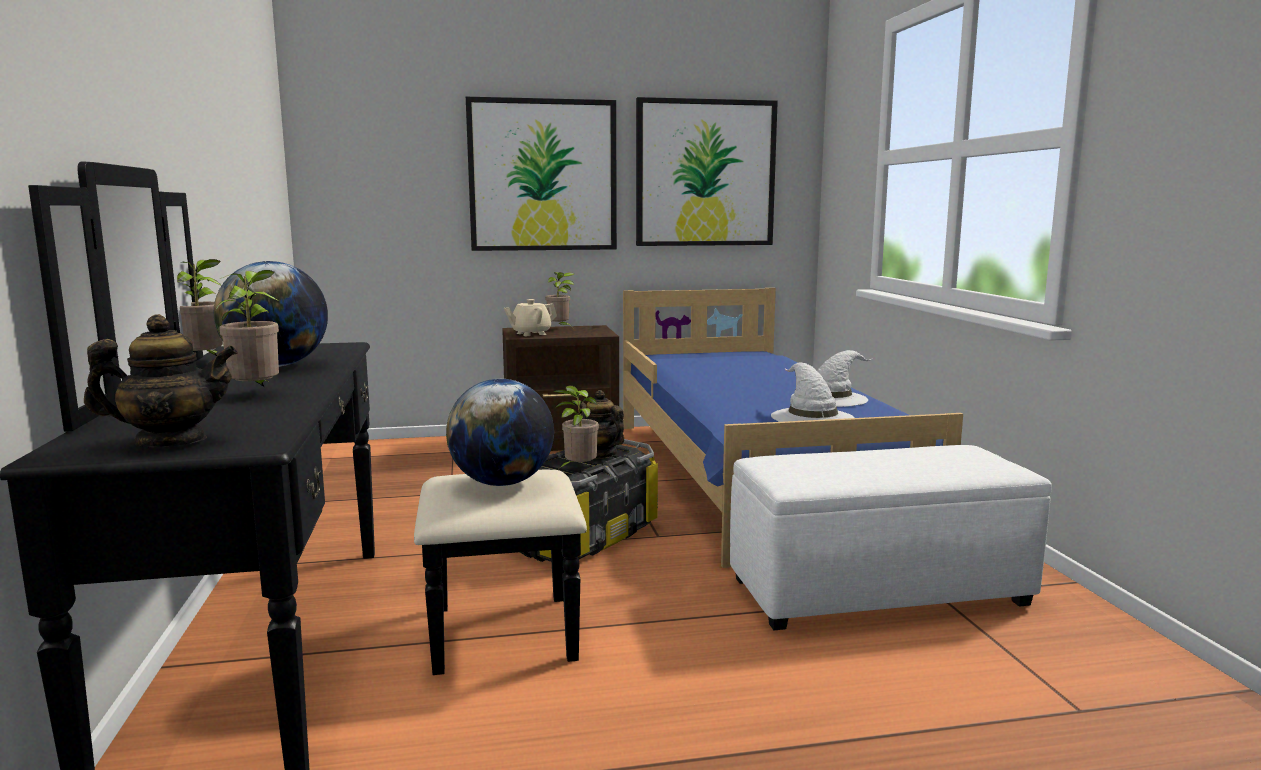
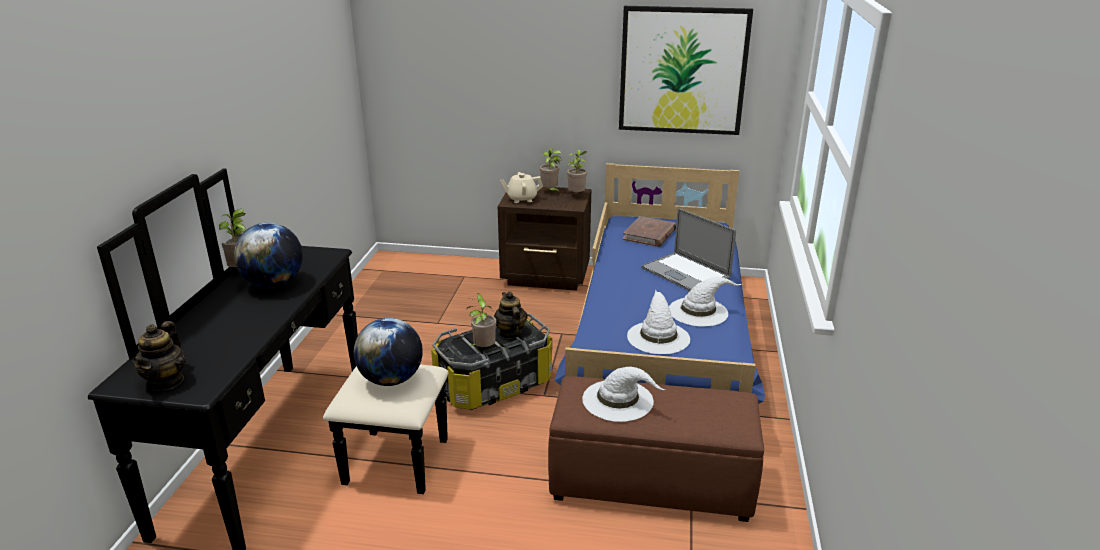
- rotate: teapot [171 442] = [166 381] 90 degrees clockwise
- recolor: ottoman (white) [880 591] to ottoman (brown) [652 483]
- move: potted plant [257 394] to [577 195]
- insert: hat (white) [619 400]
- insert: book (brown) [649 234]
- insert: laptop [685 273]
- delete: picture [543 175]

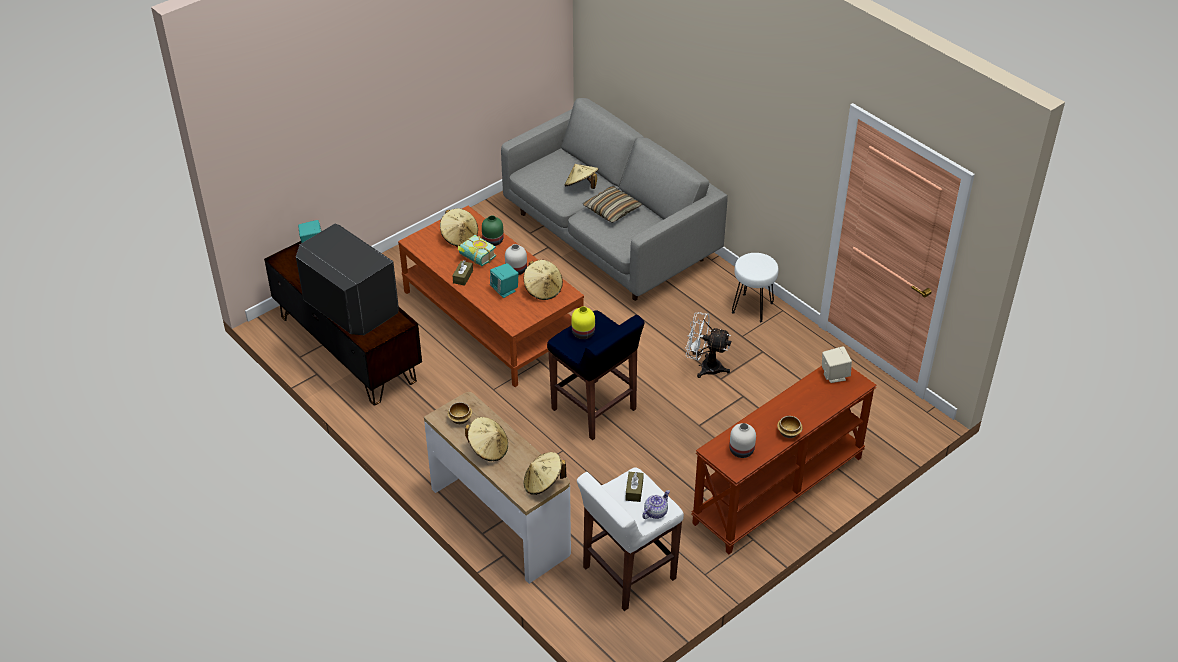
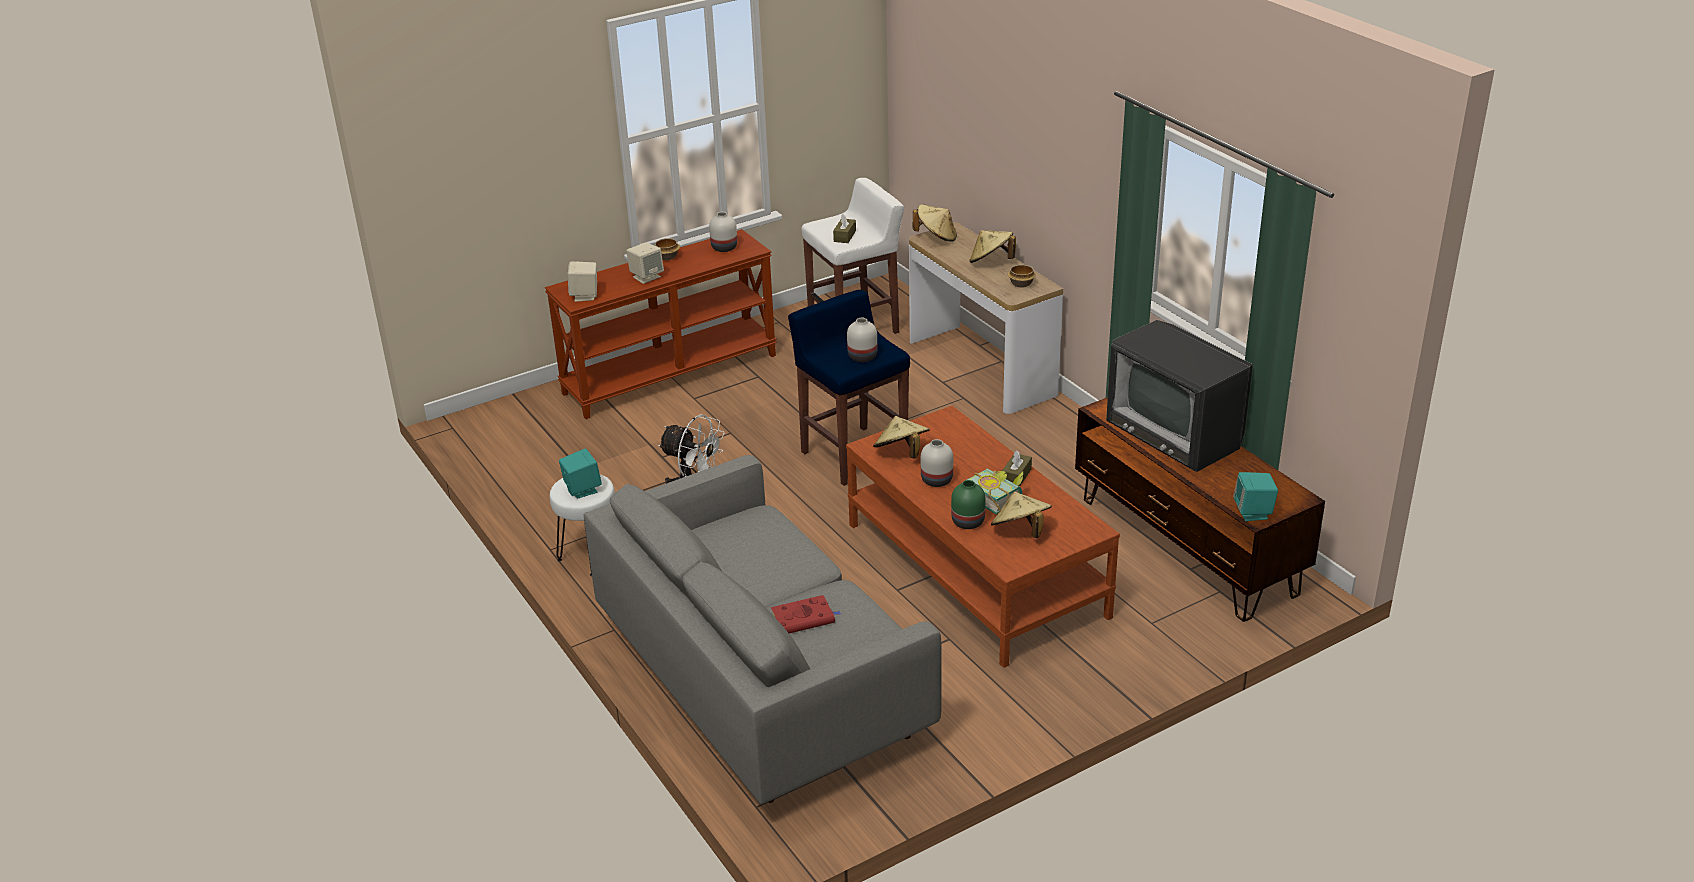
- move: speaker (turquoise) [505 290] to [582 489]
- insert: speaker (beige) [646 277]
- replace: hat (beige) [581 186] to book (red) [804 618]
- recolor: vase (yellow) [583 333] to vase (white) [863 356]
- delete: pillow [612 210]
- delete: teapot [655 512]

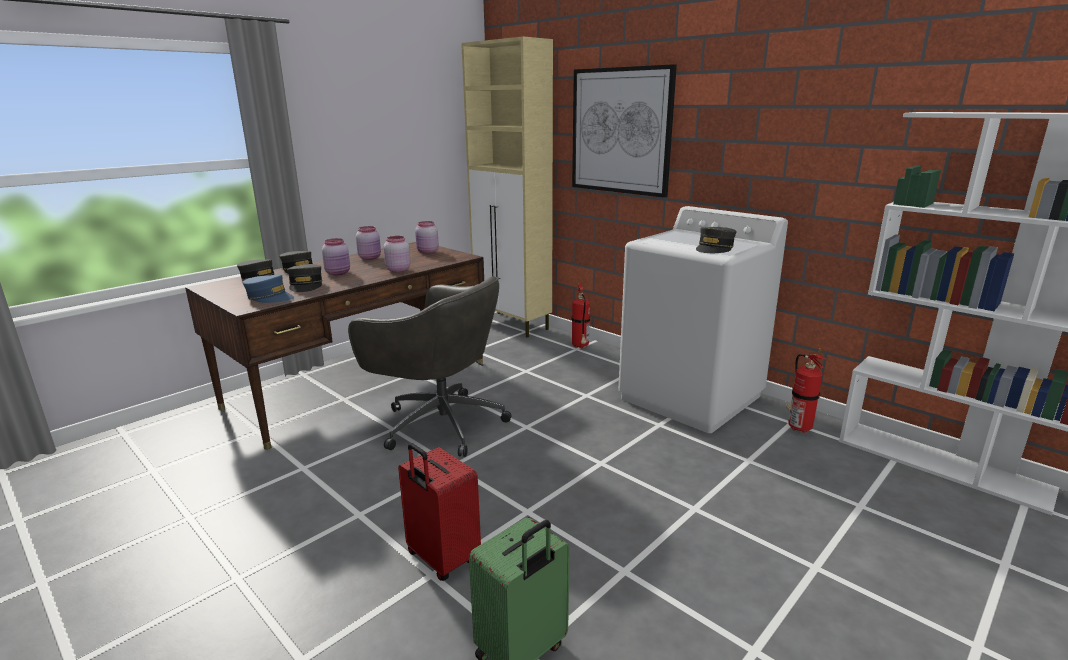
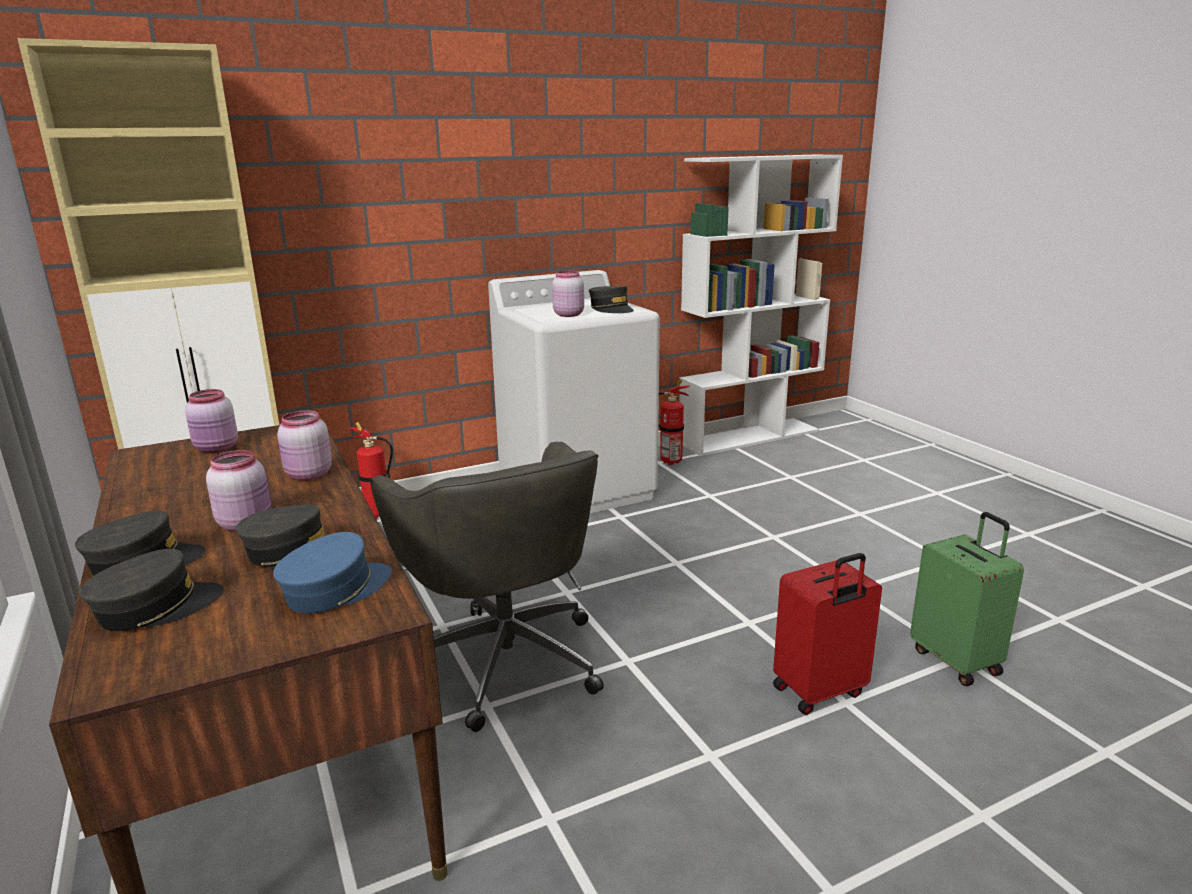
- rotate: office chair (grey) [440 423] = [505 658] 105 degrees clockwise
- move: jar (pink) [370 258] to [568 314]
- delete: picture [620 131]

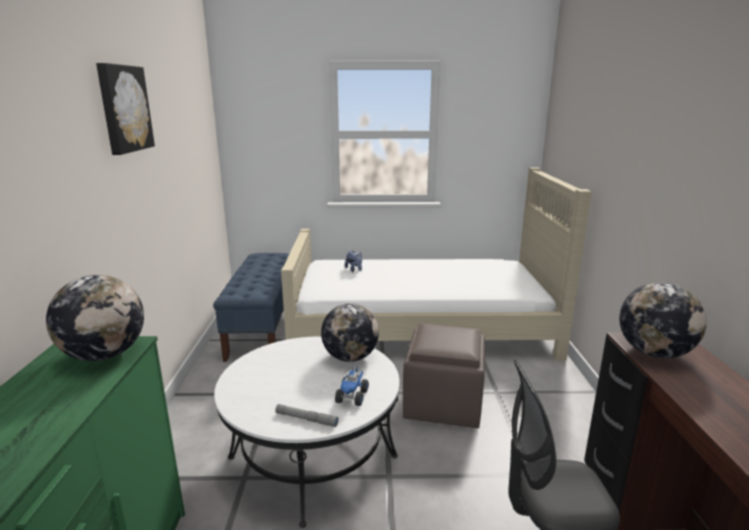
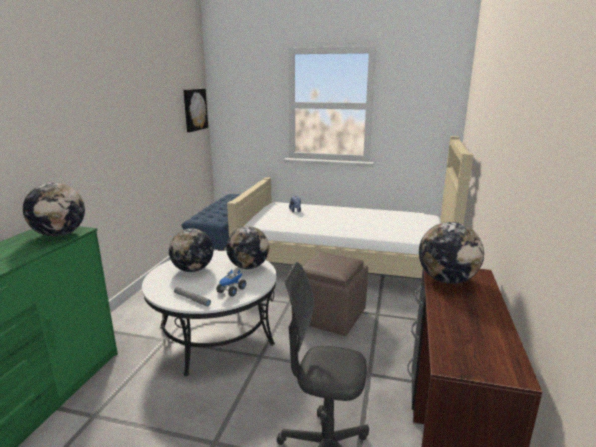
- insert: globe [193 270]
- move: picture [124 108] to [194 109]

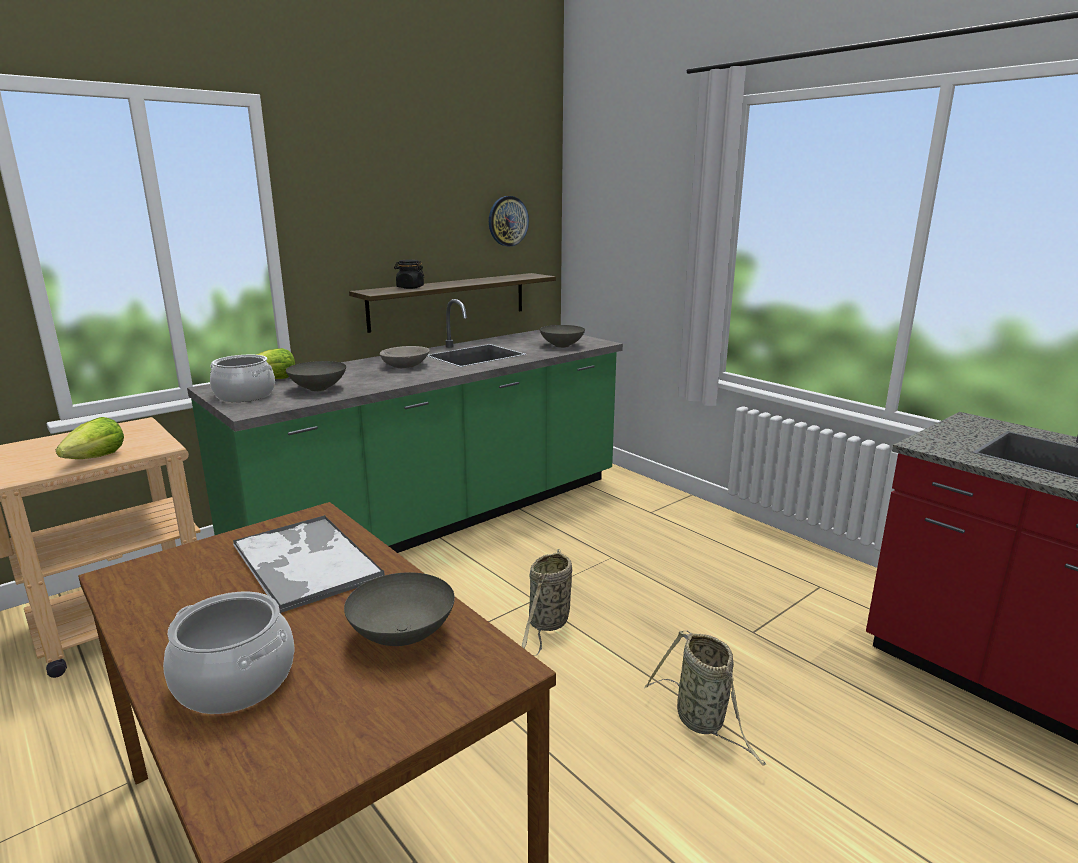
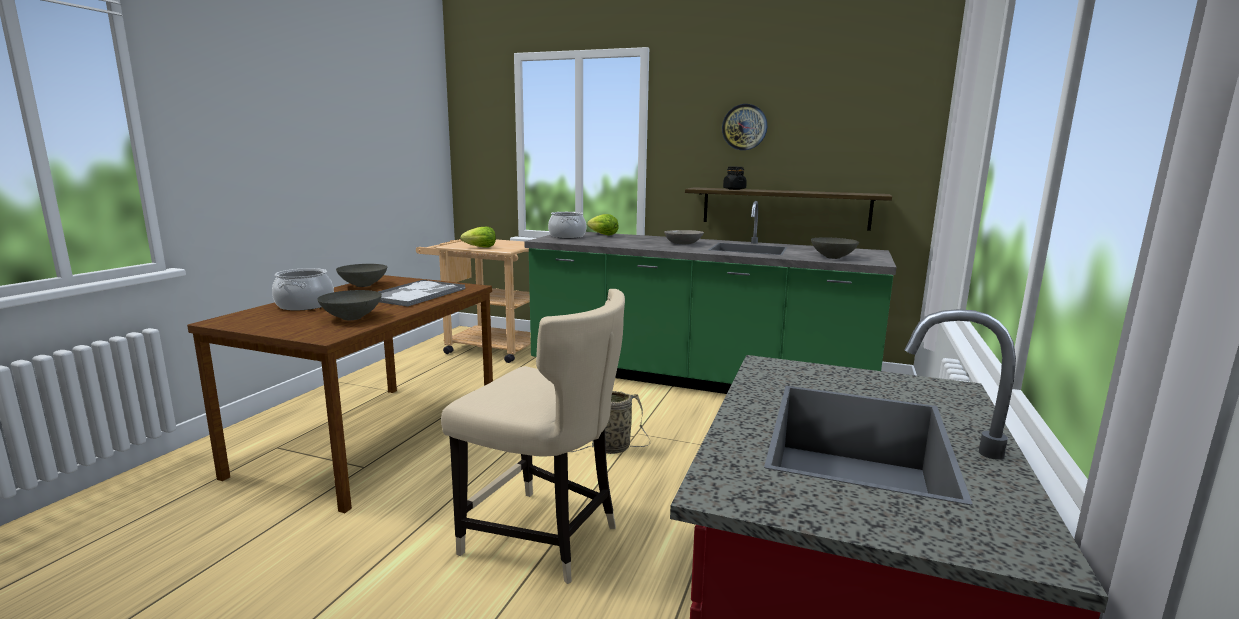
- move: bowl (grey) [318 388] to [364 285]
- replace: basket [703 722] to chair (beige) [544 538]
- move: wall clock [508 221] to [744 127]

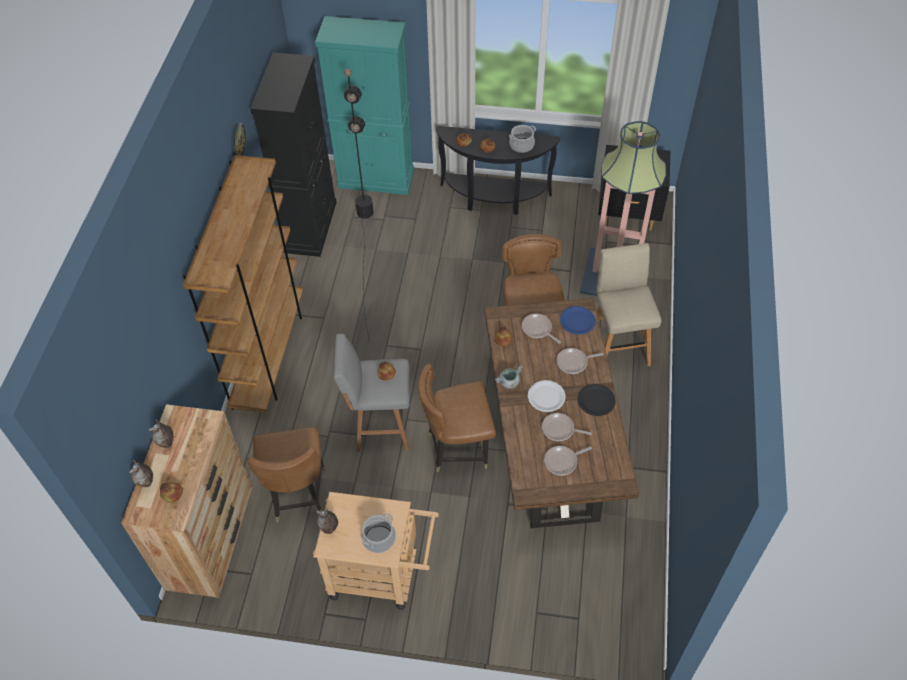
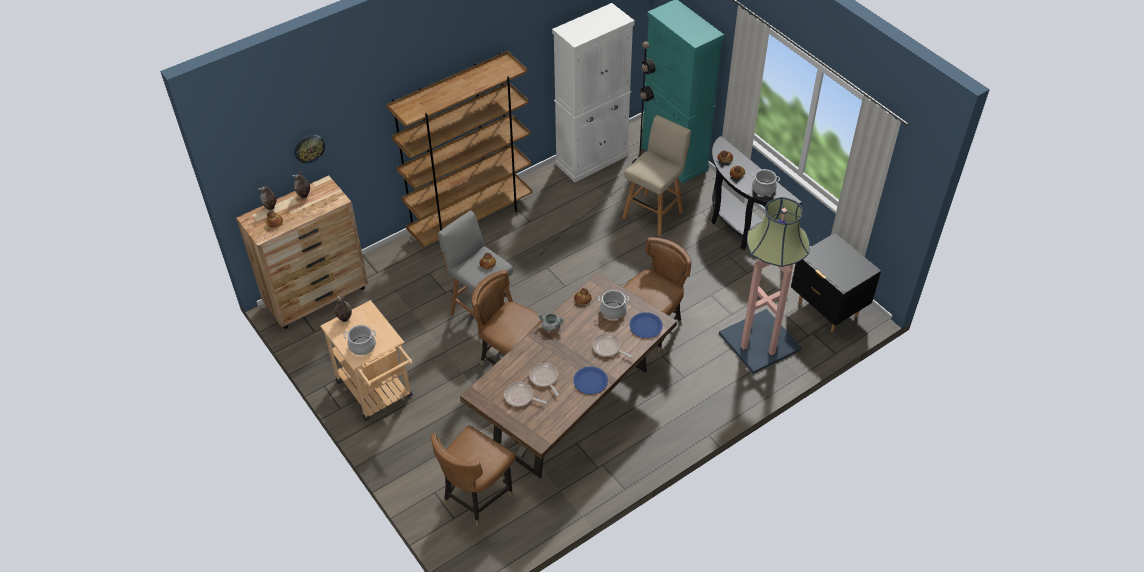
- move: wall clock [237 140] to [309 148]
- move: chair (brown) [297 495] to [476 497]
- recolor: cabinet (black) [310 226] to cabinet (white) [592 159]
- recolor: plate (black) [596 401] to plate (blue) [590 381]
- replace: frying pan [538 329] to cooking pot [613 310]
- move: stool (beige) [617 347] to [654 213]
- delete: plate (white) [546 397]

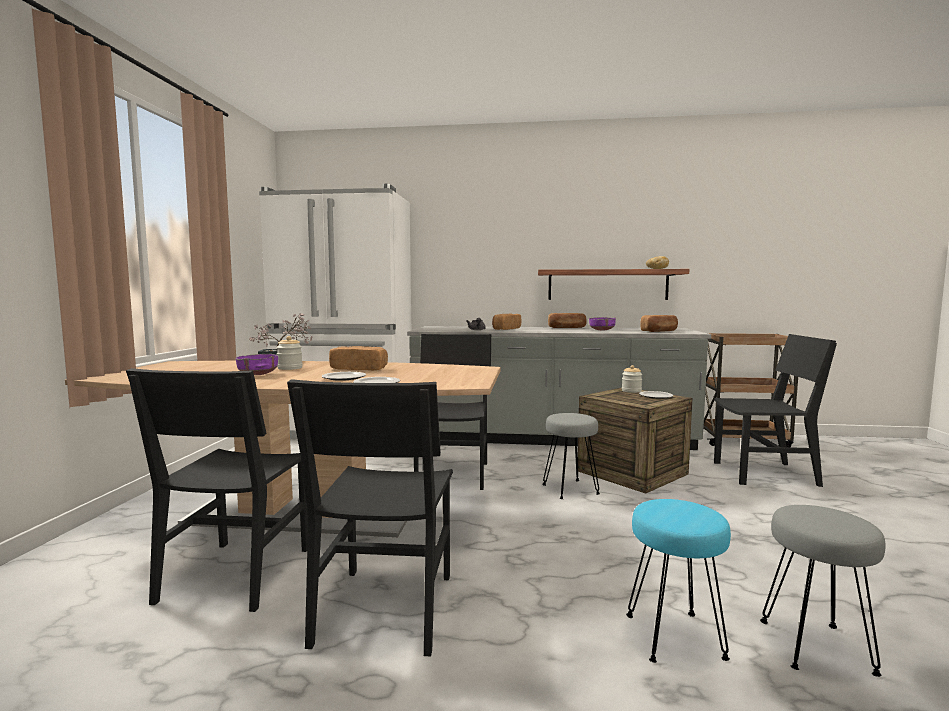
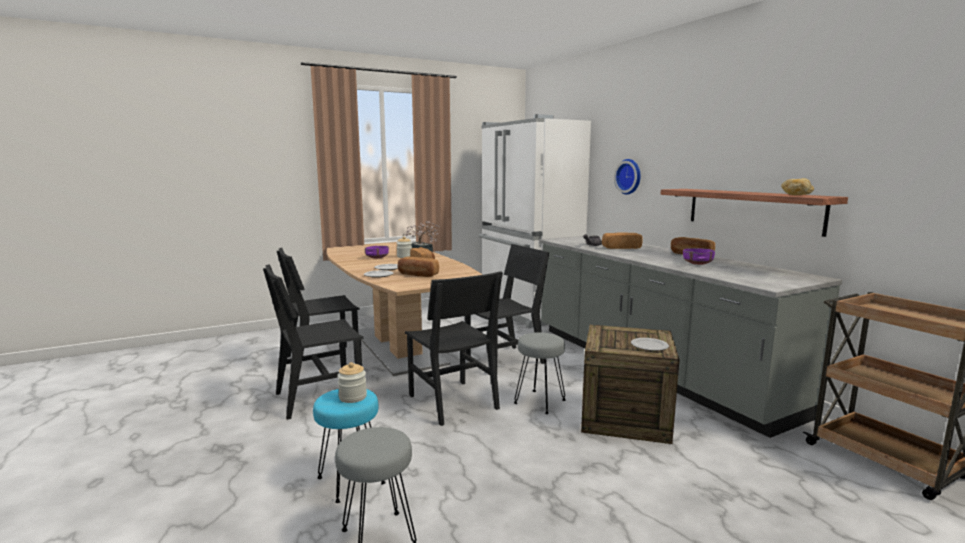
- move: jar [631 391] to [353 397]
- move: bread [659 331] to [417 275]
- move: chair (black) [765 474] to [452 402]
- insert: wall clock [629 176]

